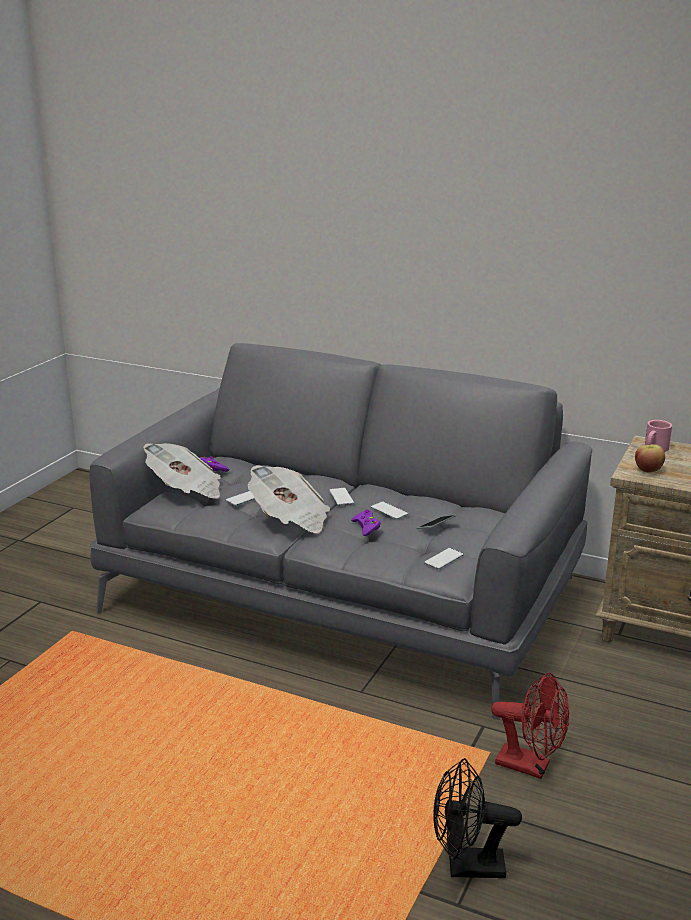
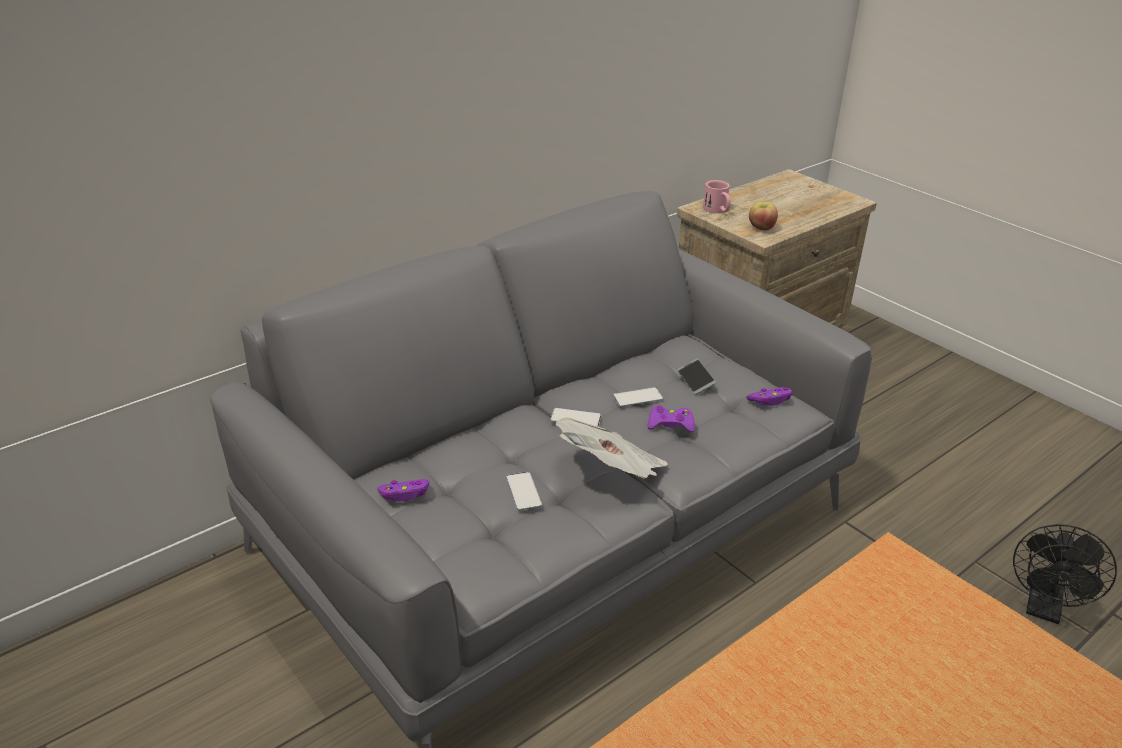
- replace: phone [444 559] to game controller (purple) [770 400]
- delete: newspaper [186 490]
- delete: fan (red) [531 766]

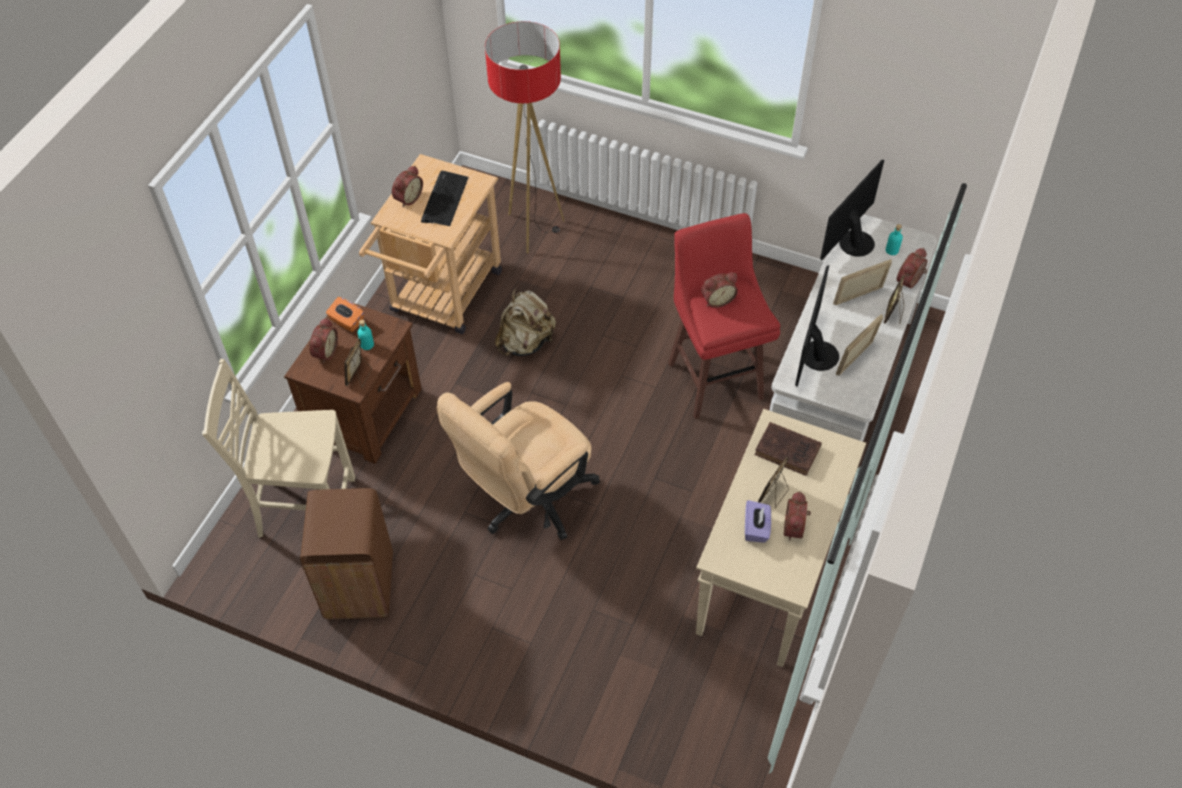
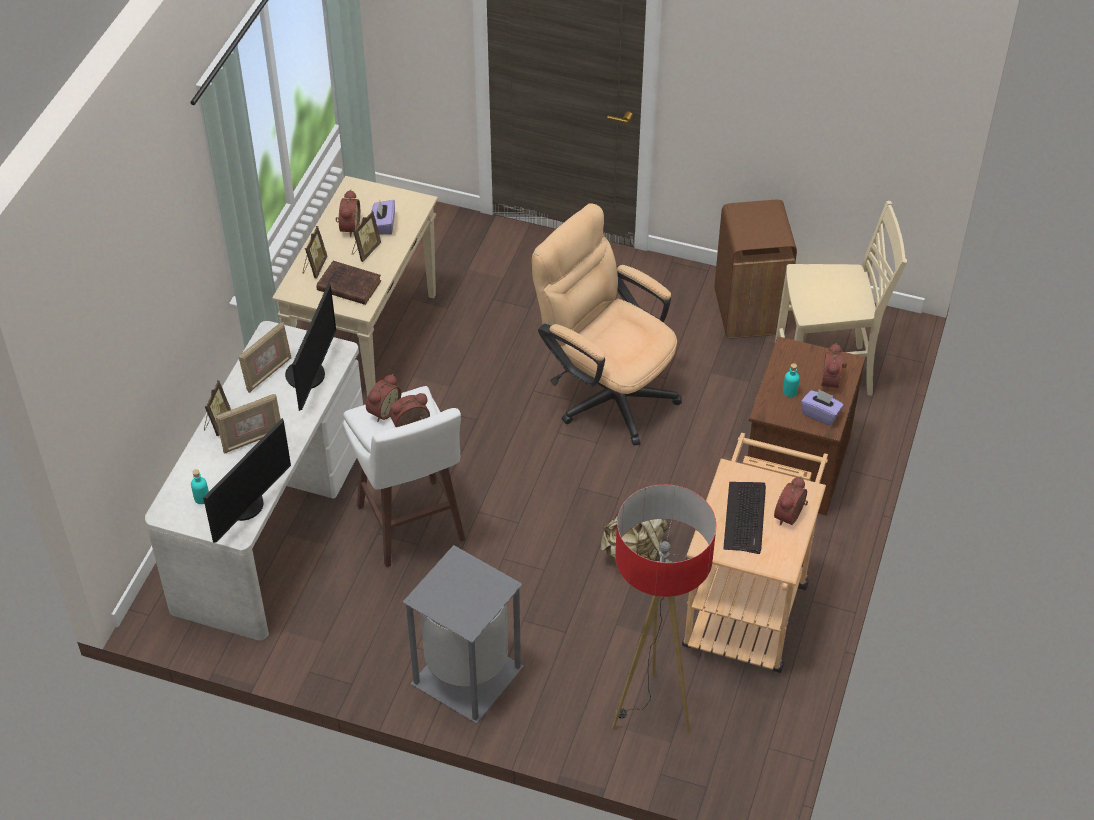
- move: picture frame [359 376] to [314 267]
- recolor: stool (red) [715 378] to stool (white) [411 526]
- move: alarm clock [910 282] to [382 410]
- insert: trash can (grey) [465 676]
- rotate: office chair (beige) [526 501] = [605 391] 90 degrees counterclockwise
- recolor: tissue box (orange) [347 322] to tissue box (purple) [820 414]

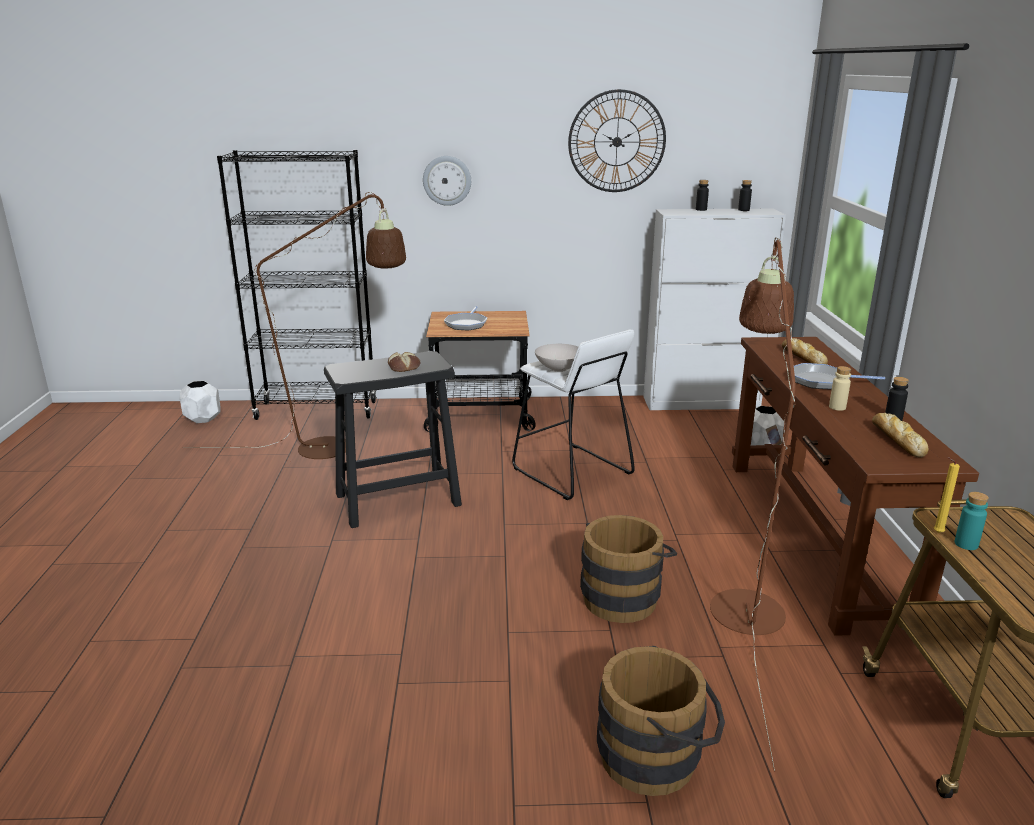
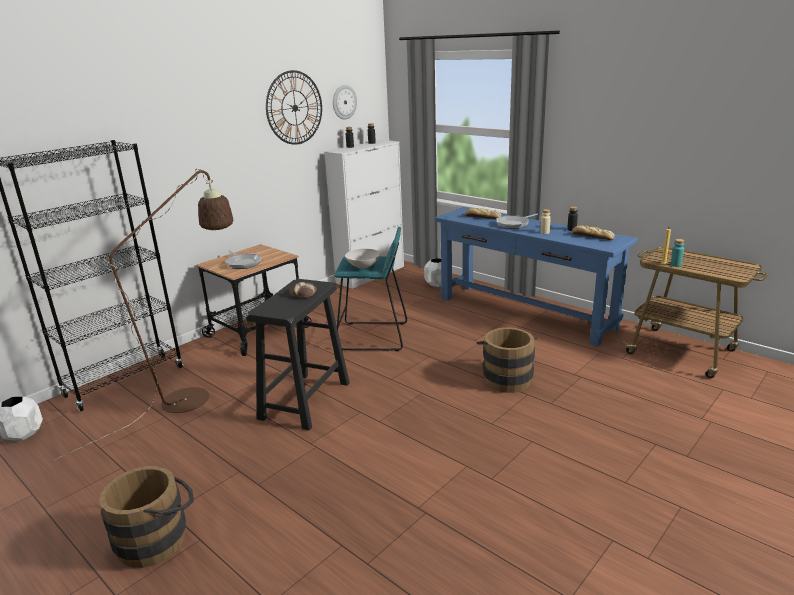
- move: bucket (brown) [657 757] to [158 538]
- move: wall clock [447 180] to [344 102]
- recolor: stool (white) [571 471] to stool (turquoise) [373 337]
- recolor: console table (brown) [813 536] to console table (blue) [524 312]
- delete: floor lamp (brown) [744 599]

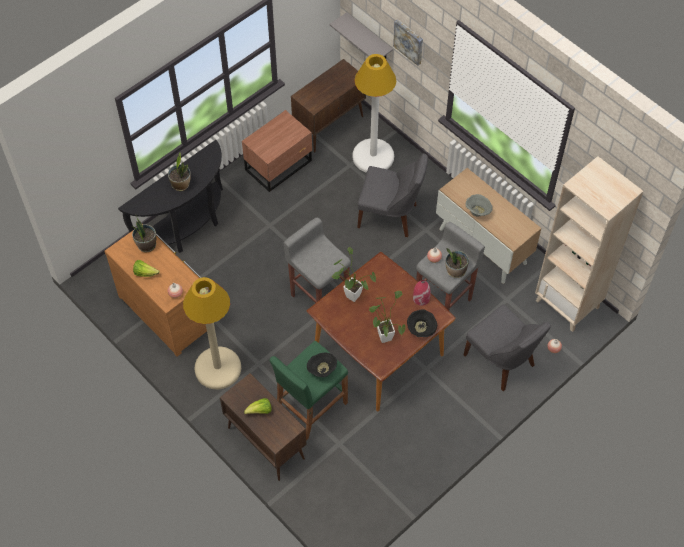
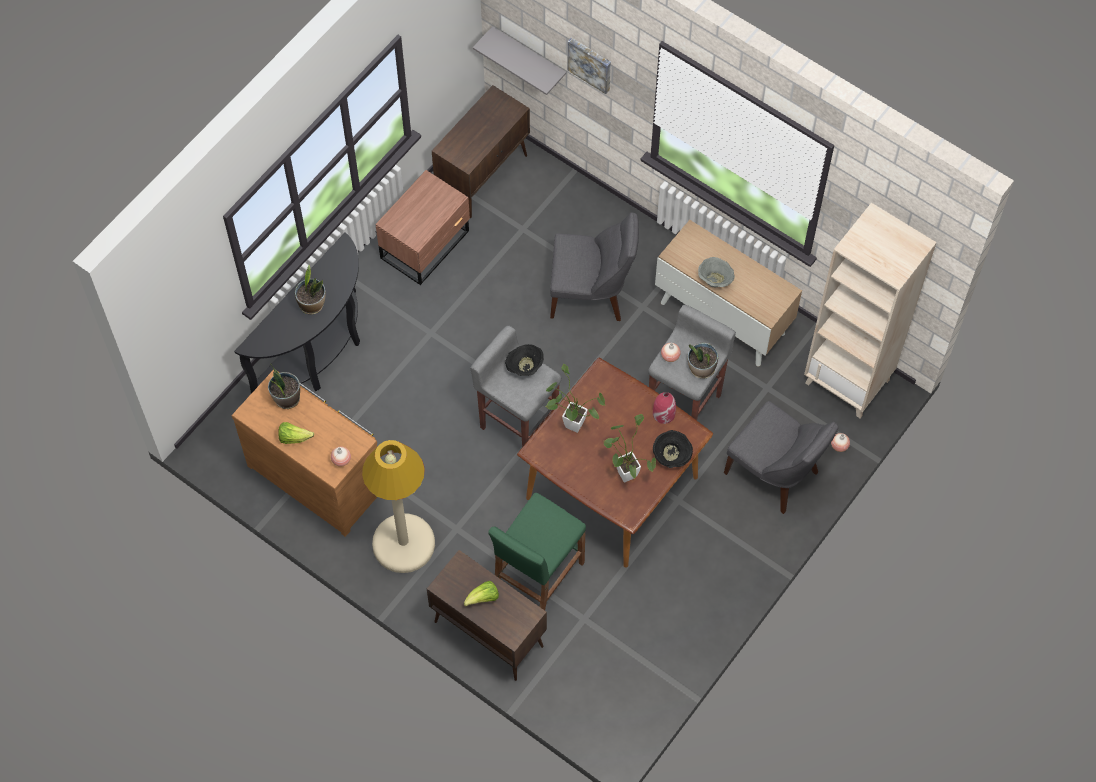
- move: bowl (black) [322 370] to [524 367]
- delete: floor lamp (white) [373 156]

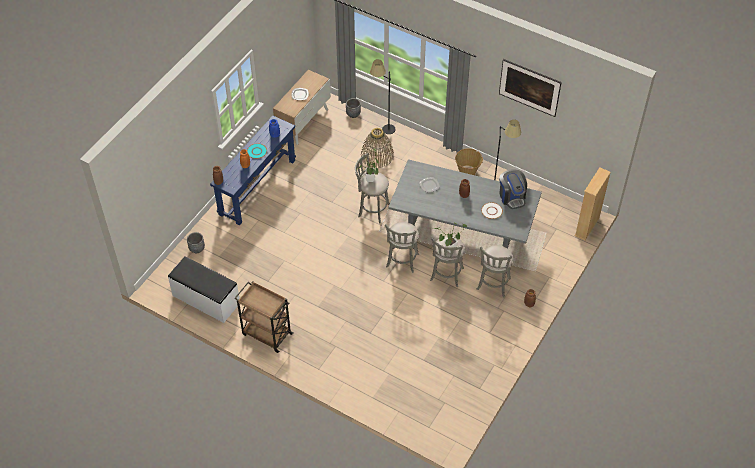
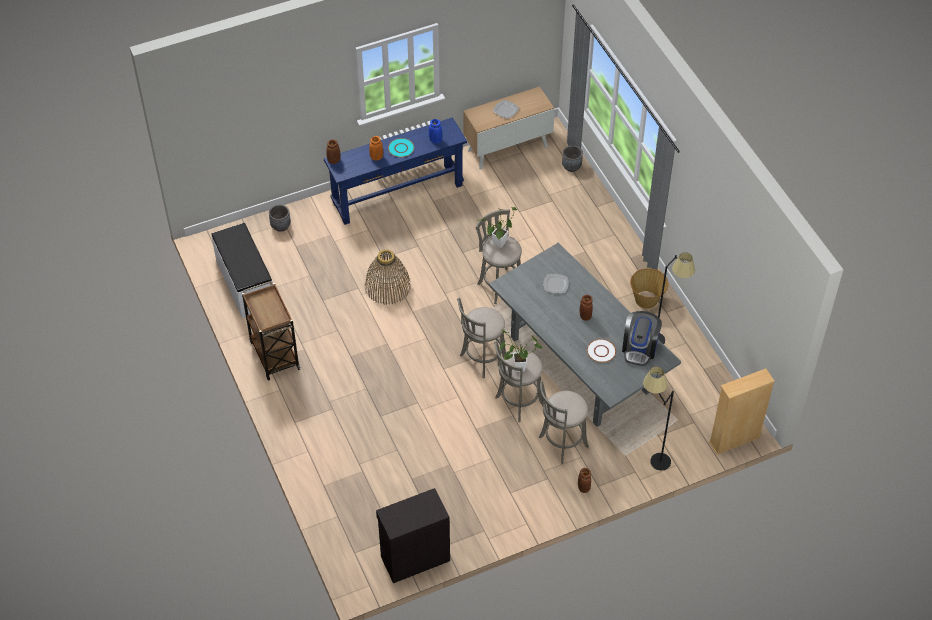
- move: basket [377 156] to [387 287]
- insert: cabinet (black) [414 558]
- move: floor lamp (black) [383 131] to [651 459]
- delete: picture [528 96]

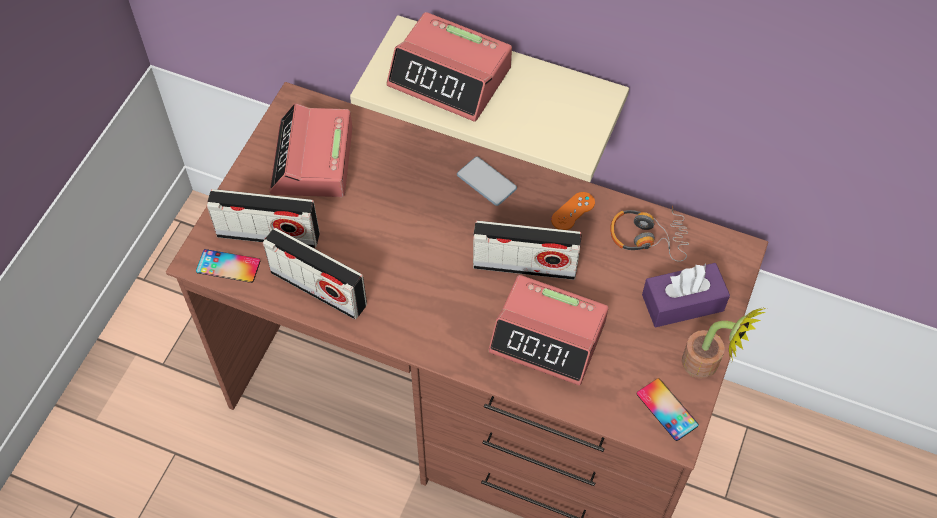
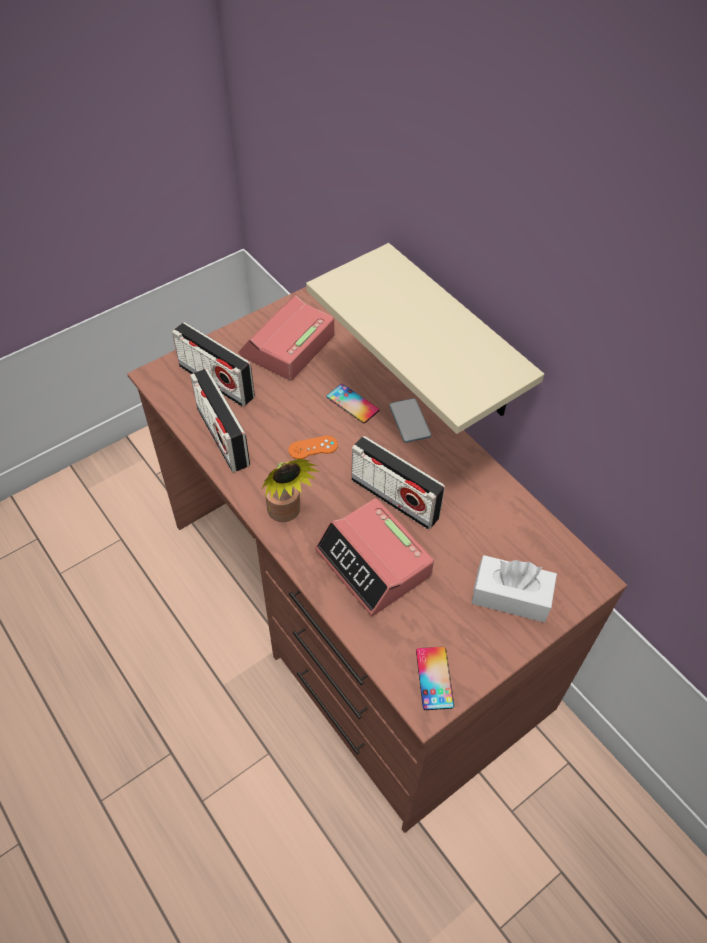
- move: potted plant [707 366] to [286 514]
- move: game controller (orange) [573 211] to [313 447]
- move: phone [228 266] to [352 403]
- recolor: tissue box (purple) [682 303] to tissue box (white) [511 596]
- delete: alarm clock [450 77]
- delete: headphones [648 237]

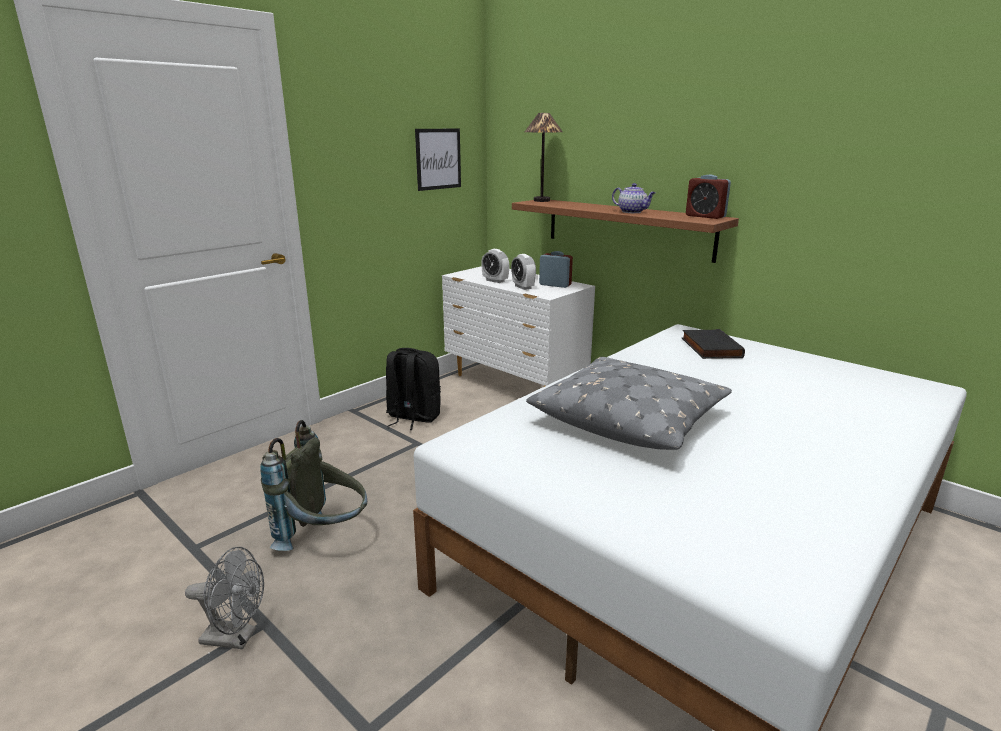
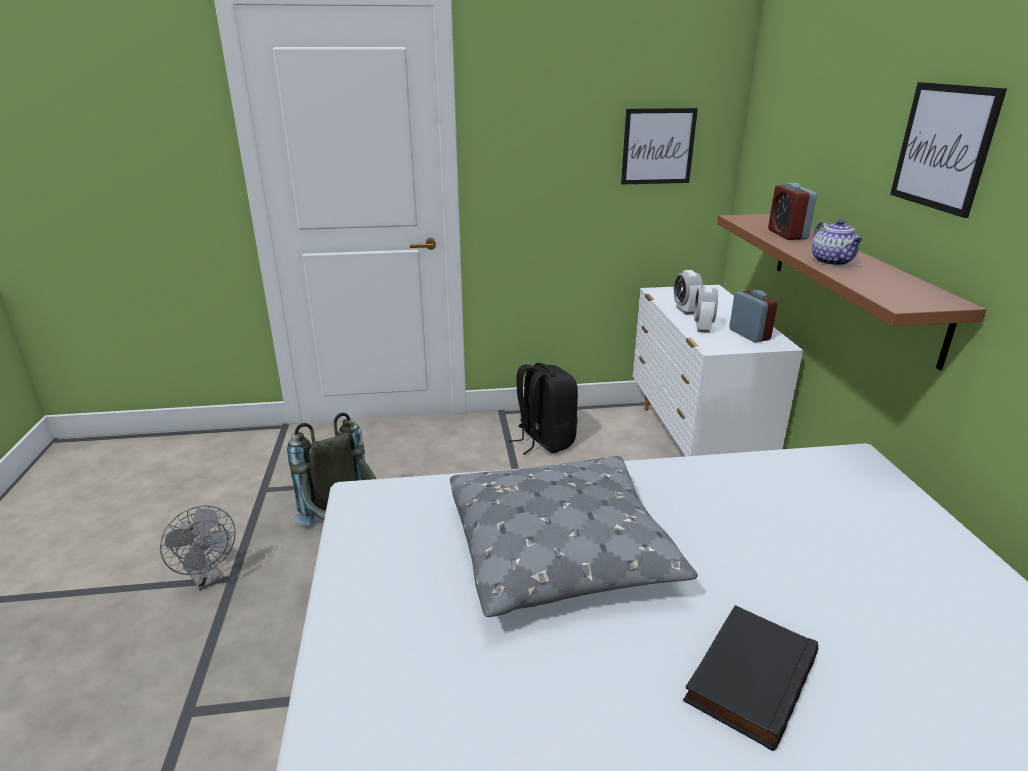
- move: book (black) [709 348] to [748 676]
- move: alarm clock [705 216] to [787 234]
- insert: picture [943 147]
- delete: table lamp [541 201]

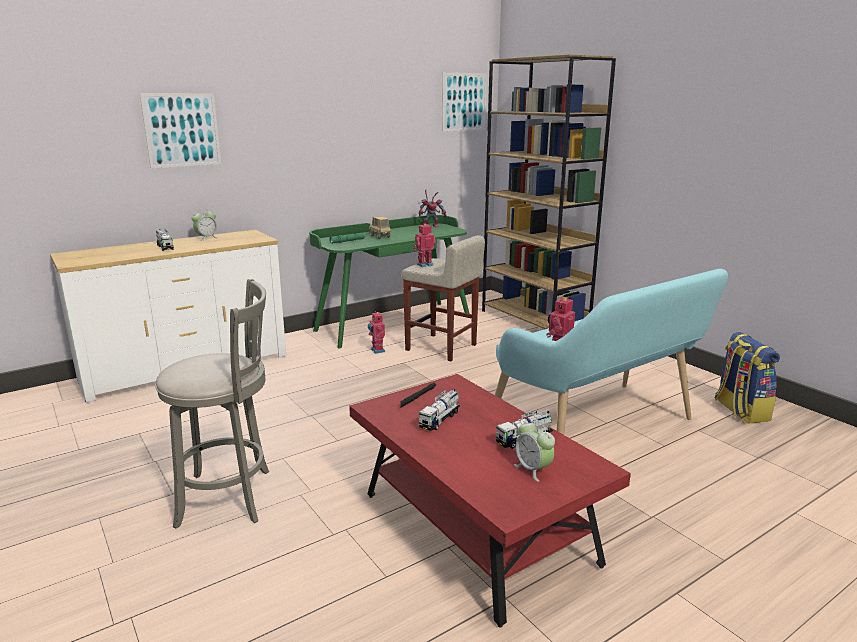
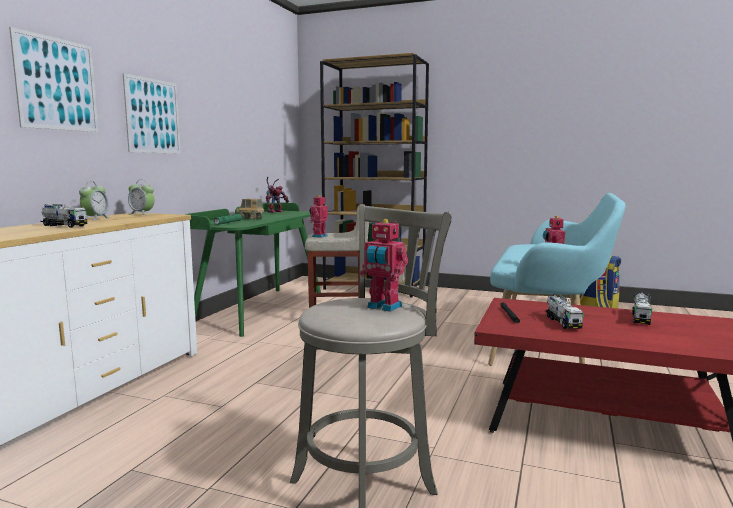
- move: picture [464 102] to [153 116]
- move: alarm clock [533 469] to [142 214]
- move: toy robot [377 350] to [383 307]

